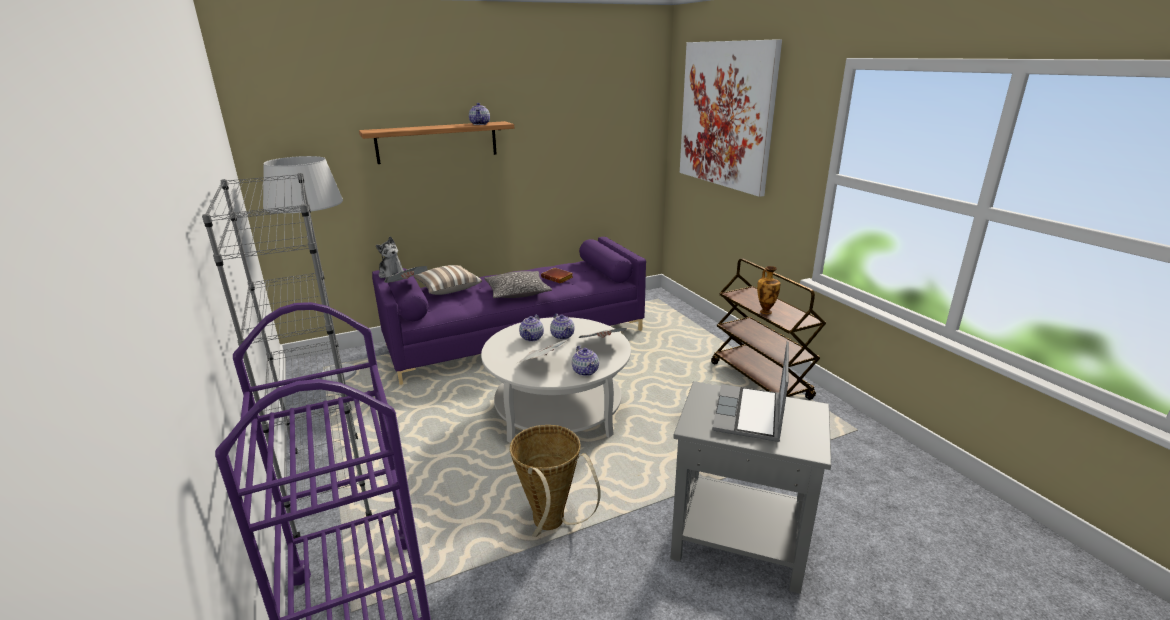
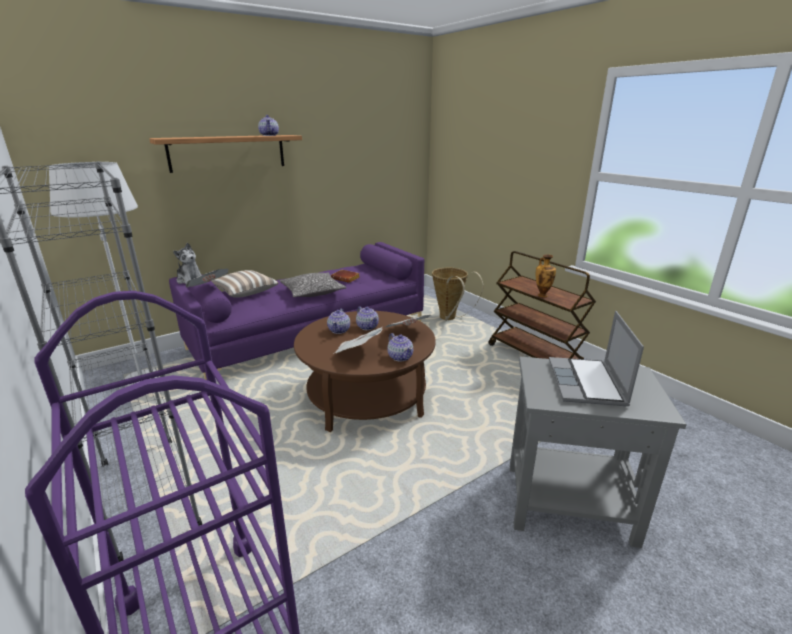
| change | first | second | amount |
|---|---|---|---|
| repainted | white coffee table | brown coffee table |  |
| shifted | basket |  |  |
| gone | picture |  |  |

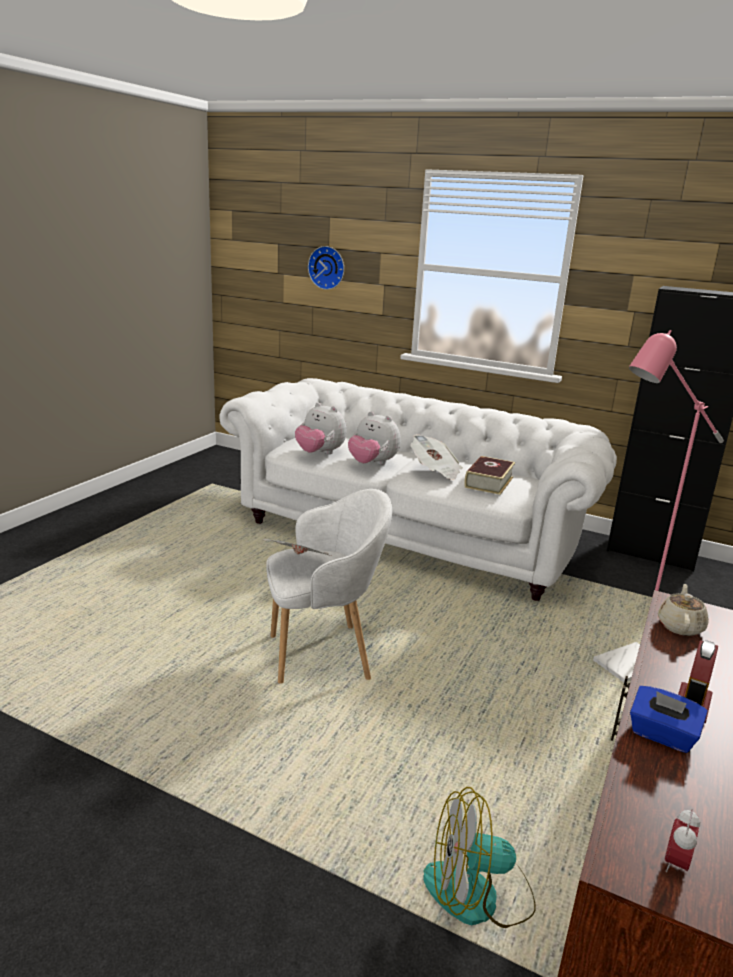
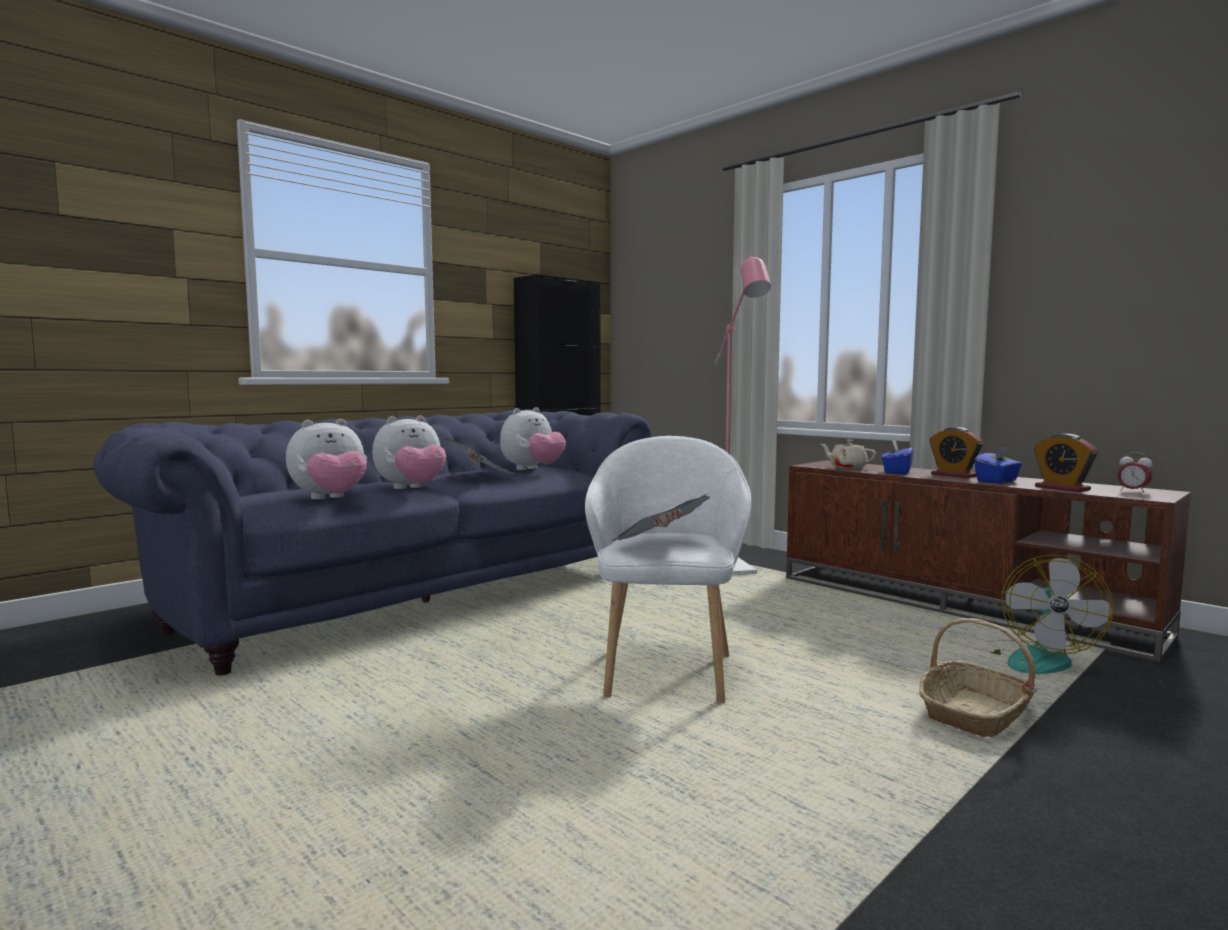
| change | first | second | amount |
|---|---|---|---|
| repainted | white sofa | blue sofa |  |
| gone | wall clock |  |  |
| swapped | book | plush toy (no. 3 from left) |  |
| new |  | blue tissue box (no. 1 from left) |  |
| new |  | basket |  |
| new |  | alarm clock (no. 2 from left) |  |

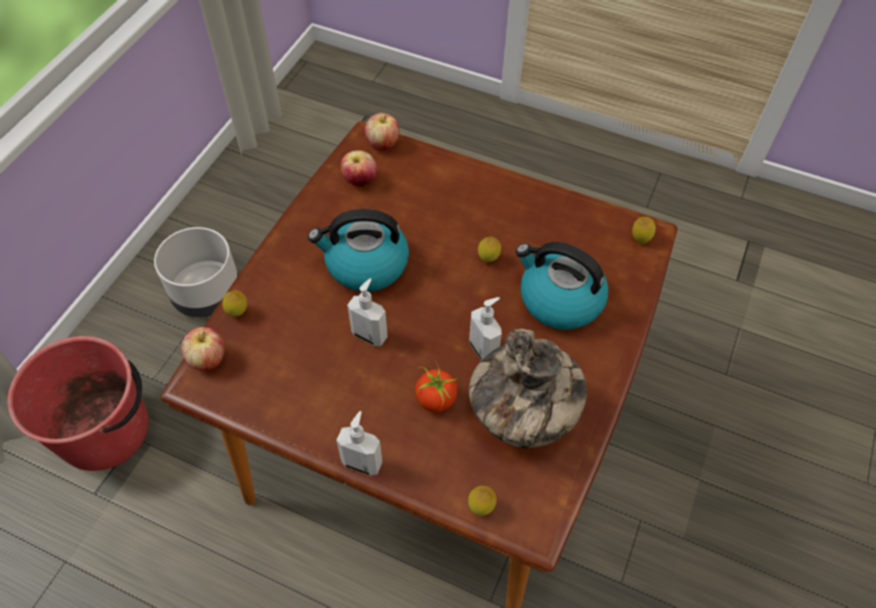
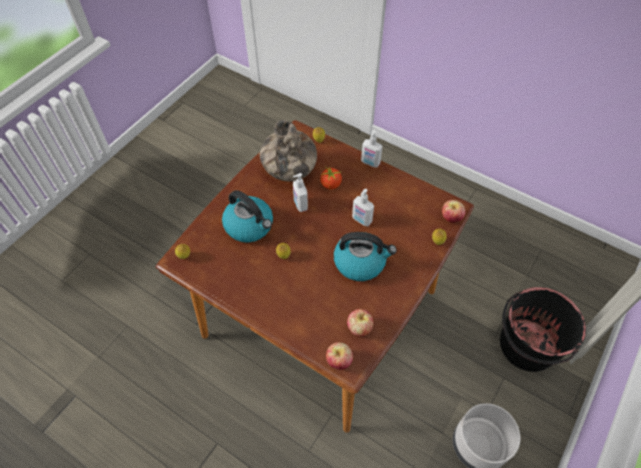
| change | first | second | amount |
|---|---|---|---|
| repainted | red bucket | black bucket |  |

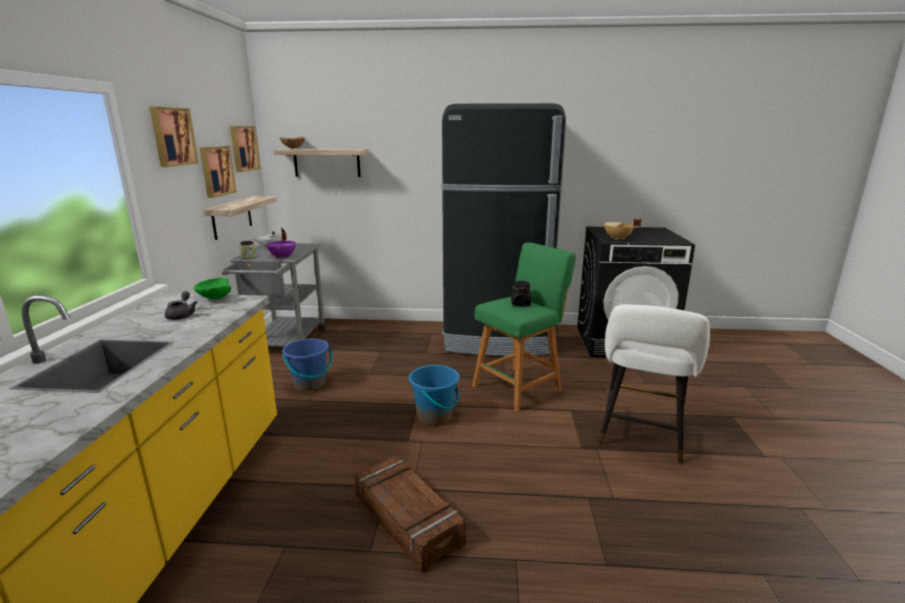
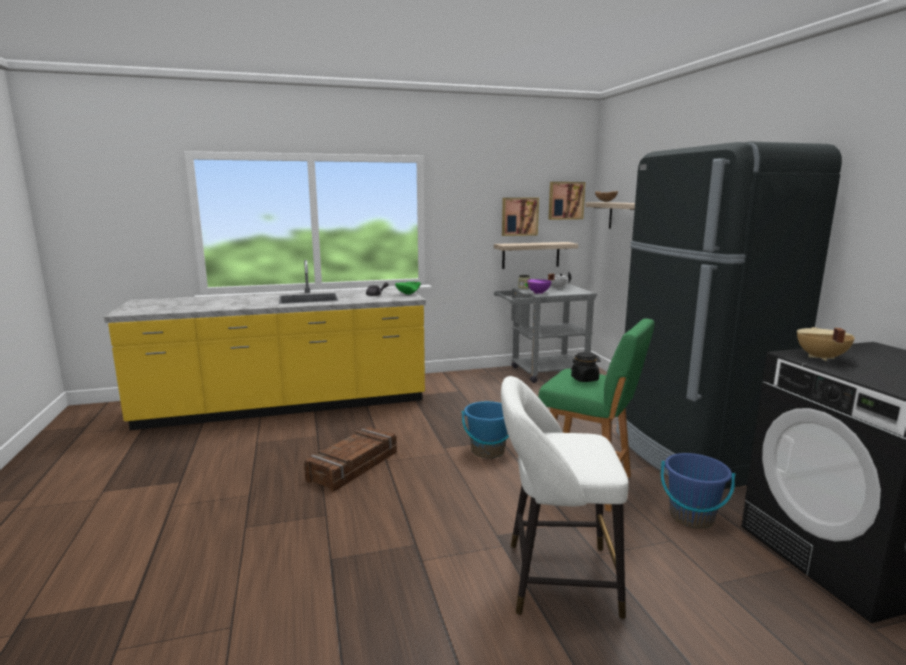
| change | first | second | amount |
|---|---|---|---|
| gone | picture (no. 1 from left) |  |  |
| shifted | blue bucket (no. 1 from left in the first image) | blue bucket (no. 2 from left) |  |

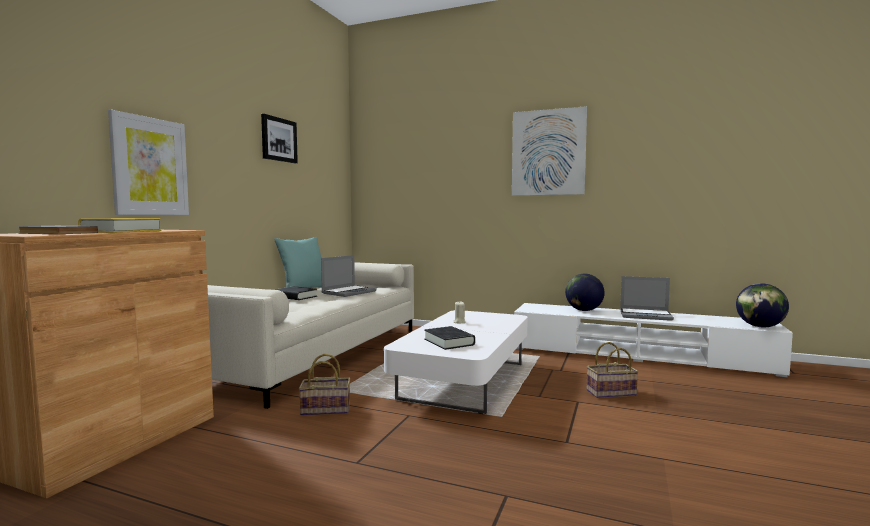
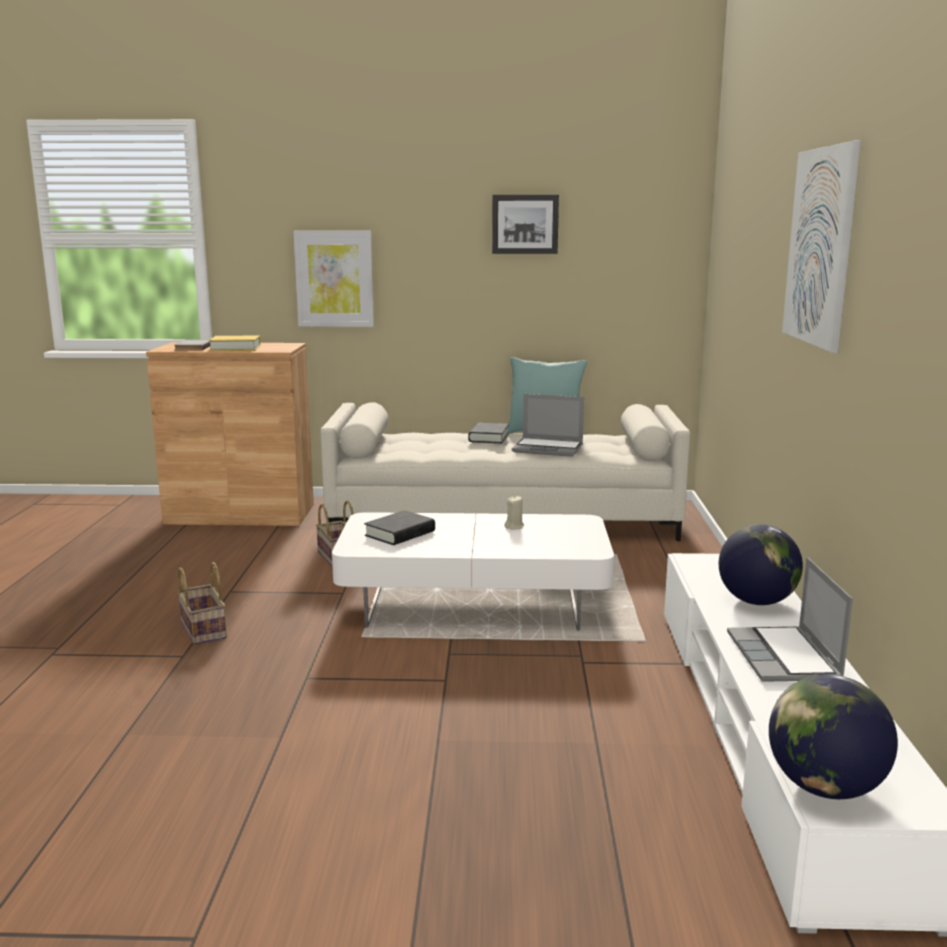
| change | first | second | amount |
|---|---|---|---|
| shifted | basket (no. 2 from left in the first image) | basket (no. 1 from left) |  |

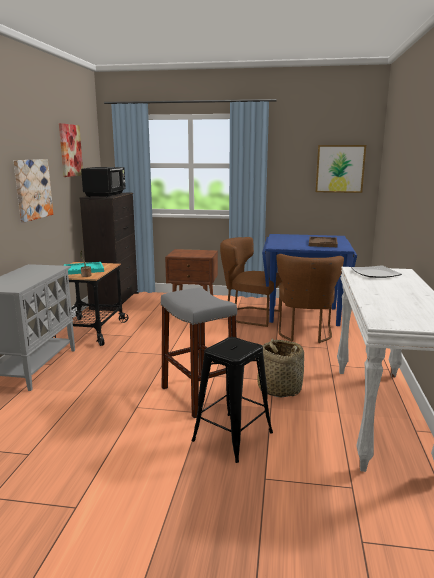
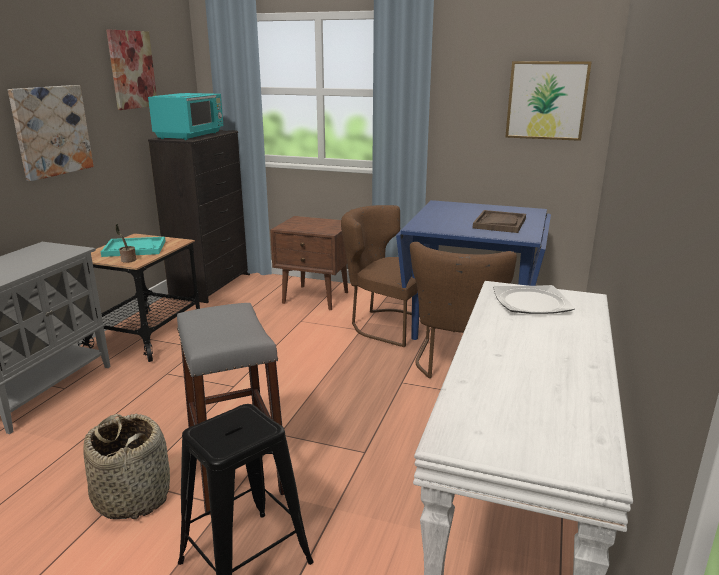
| change | first | second | amount |
|---|---|---|---|
| repainted | black microwave | turquoise microwave |  |
| shifted | basket |  |  |

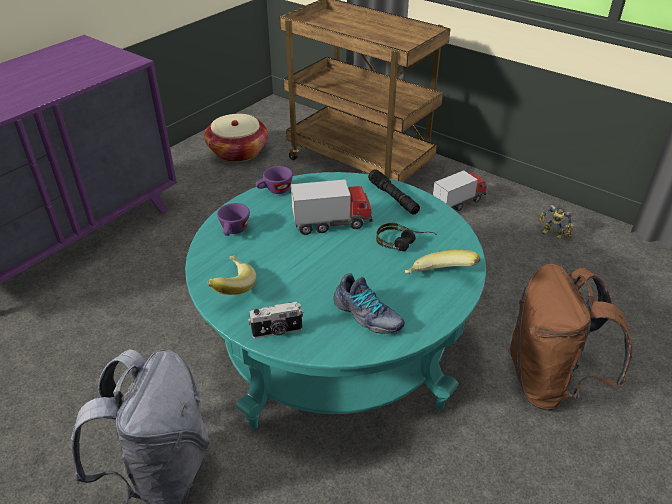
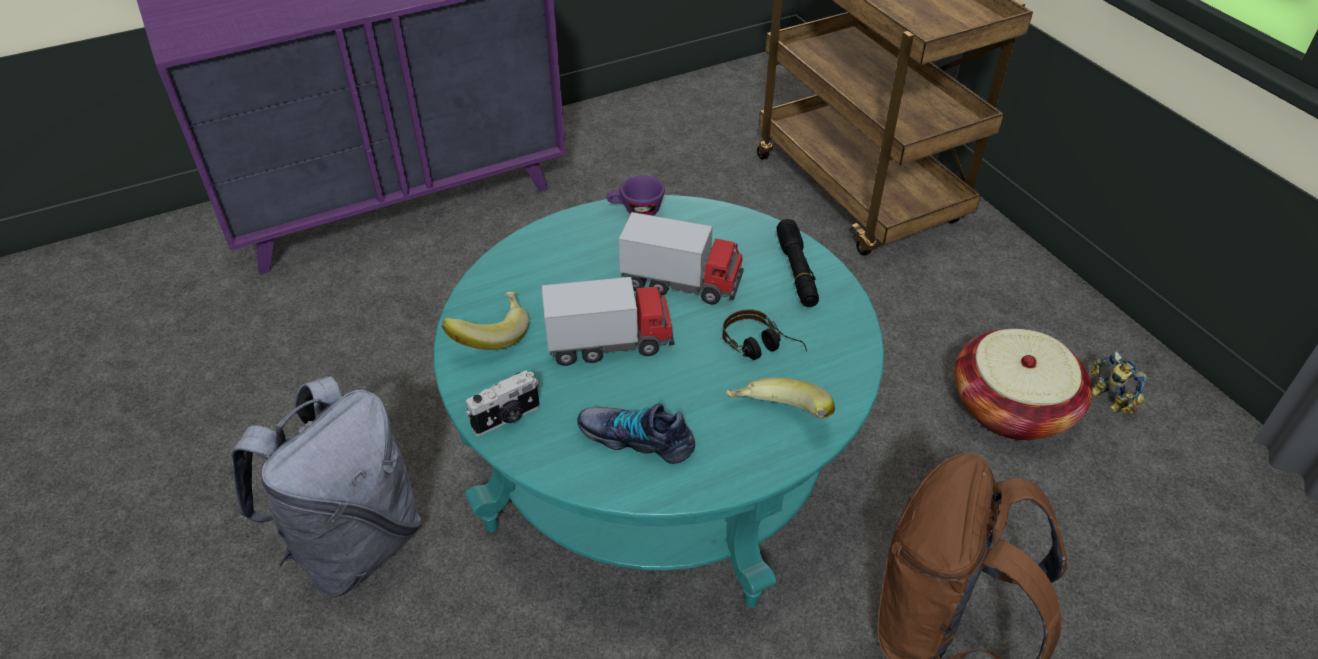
| change | first | second | amount |
|---|---|---|---|
| shifted | basket |  |  |
| gone | purple cup (no. 1 from left) |  |  |
| rotated | photo camera |  | 45 degrees counterclockwise |
| rotated | shoe |  | 135 degrees clockwise |
| shifted | toy truck (no. 2 from left in the first image) | toy truck (no. 1 from left) |  |

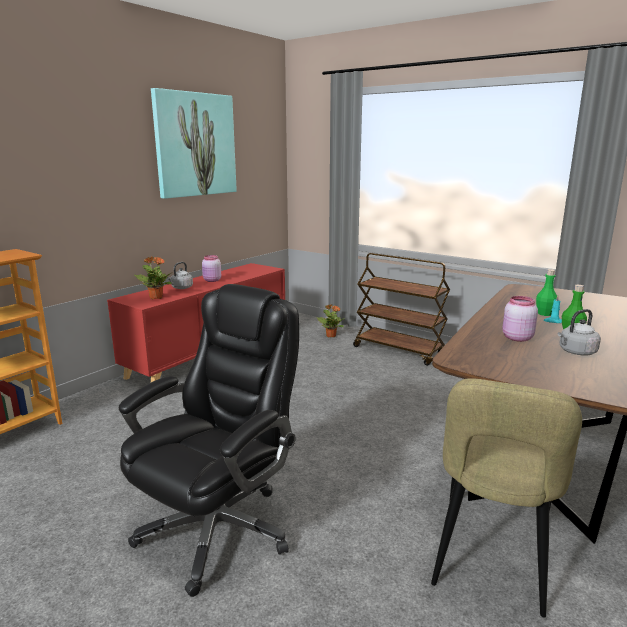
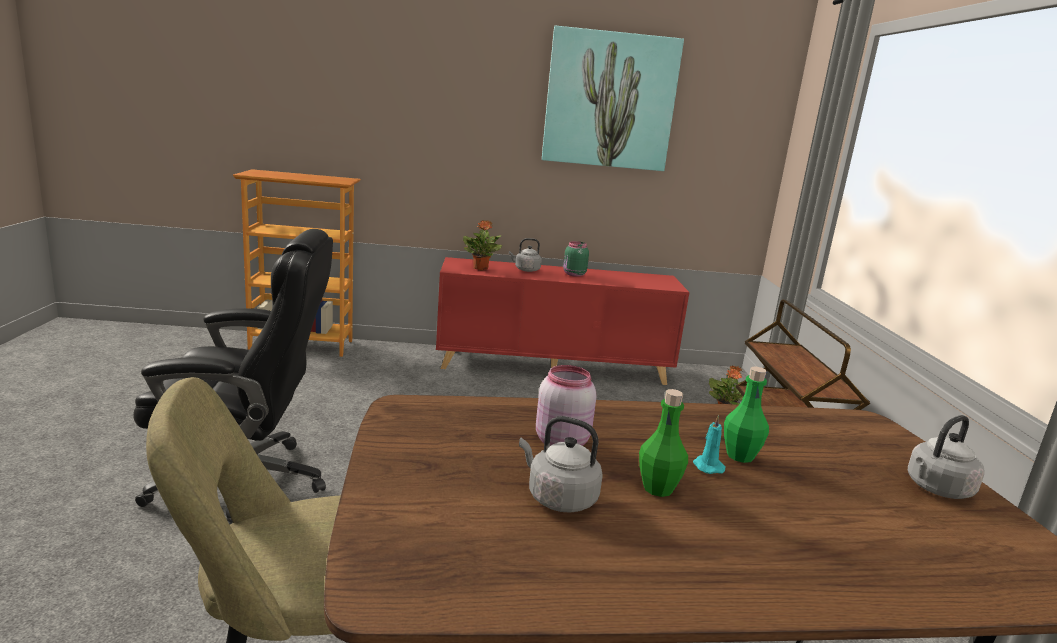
| change | first | second | amount |
|---|---|---|---|
| repainted | pink jar (no. 1 from left) | green jar |  |
| new |  | grey kettle (no. 3 from left) |  |

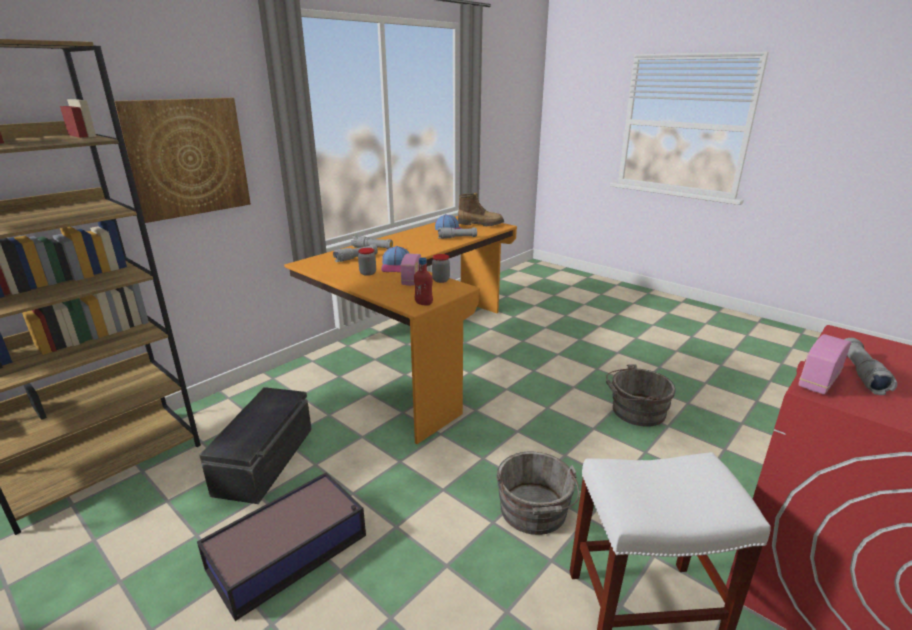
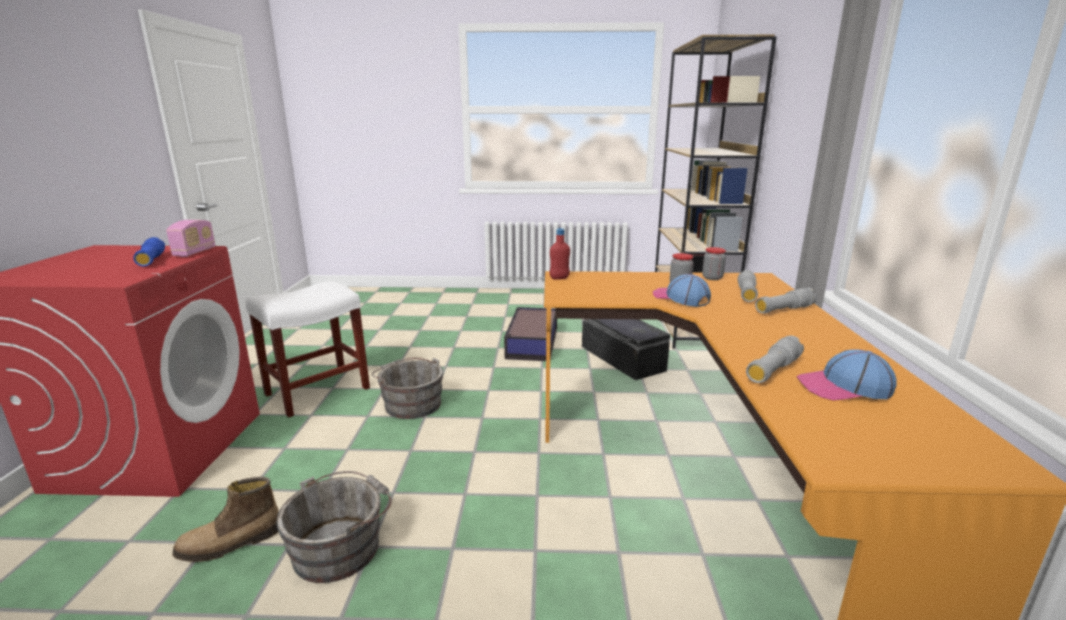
| change | first | second | amount |
|---|---|---|---|
| gone | picture |  |  |
| gone | radio (no. 1 from left) |  |  |
| shifted | jar (no. 2 from left) |  |  |
| shifted | boot |  |  |
| repainted | grey flashlight (no. 4 from left) | blue flashlight |  |

